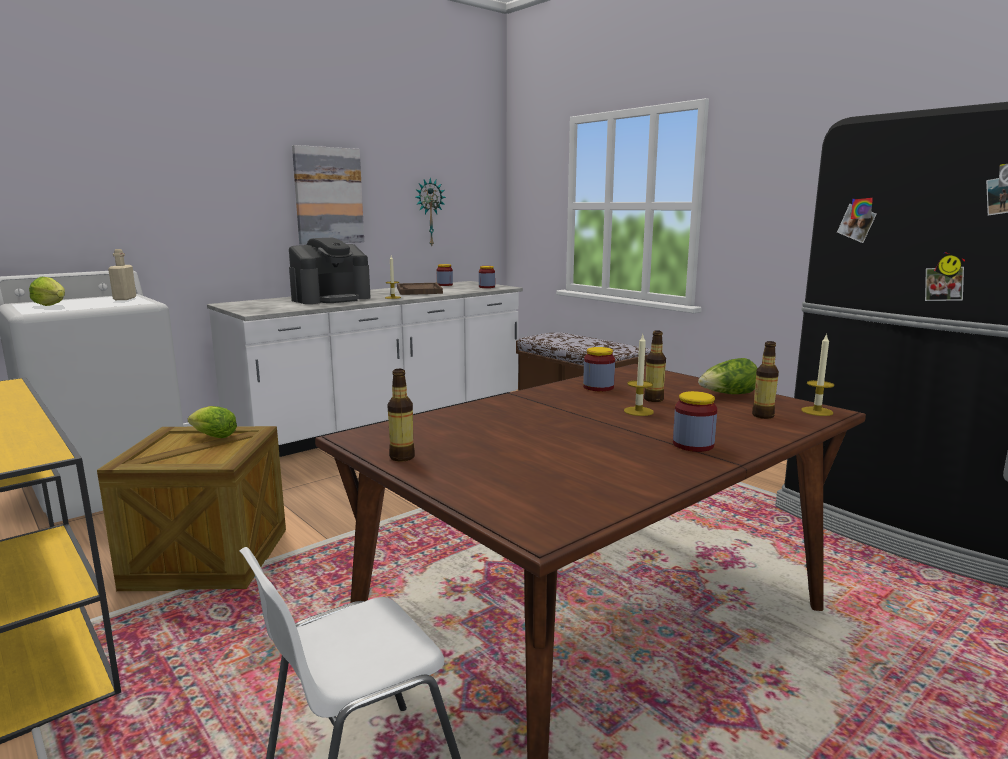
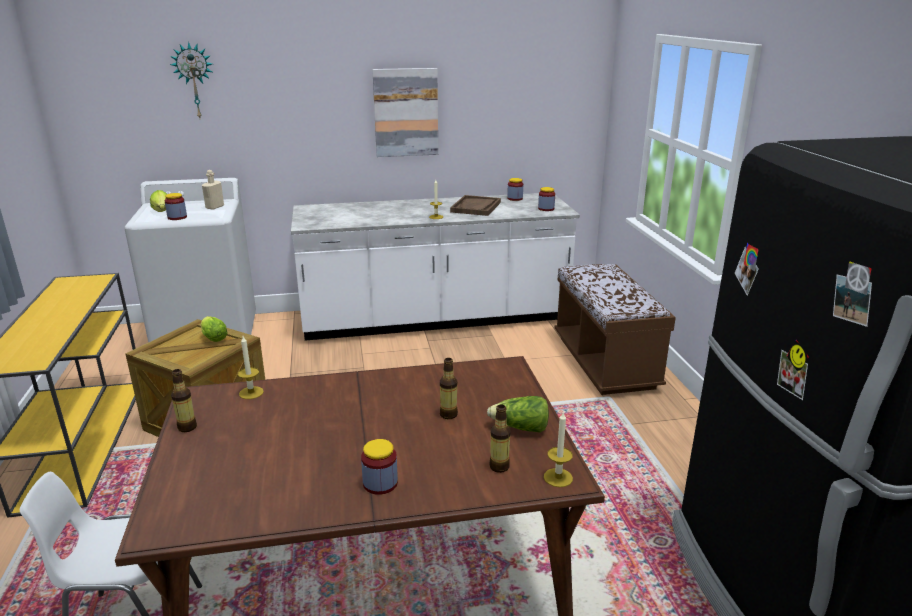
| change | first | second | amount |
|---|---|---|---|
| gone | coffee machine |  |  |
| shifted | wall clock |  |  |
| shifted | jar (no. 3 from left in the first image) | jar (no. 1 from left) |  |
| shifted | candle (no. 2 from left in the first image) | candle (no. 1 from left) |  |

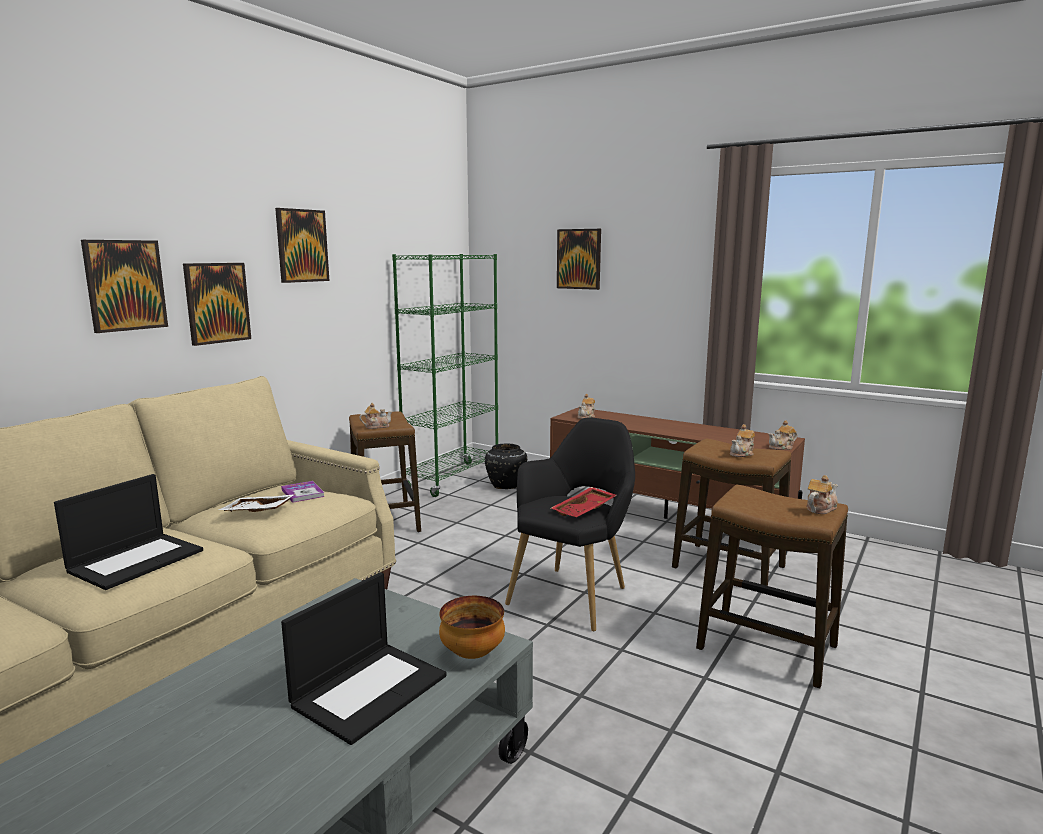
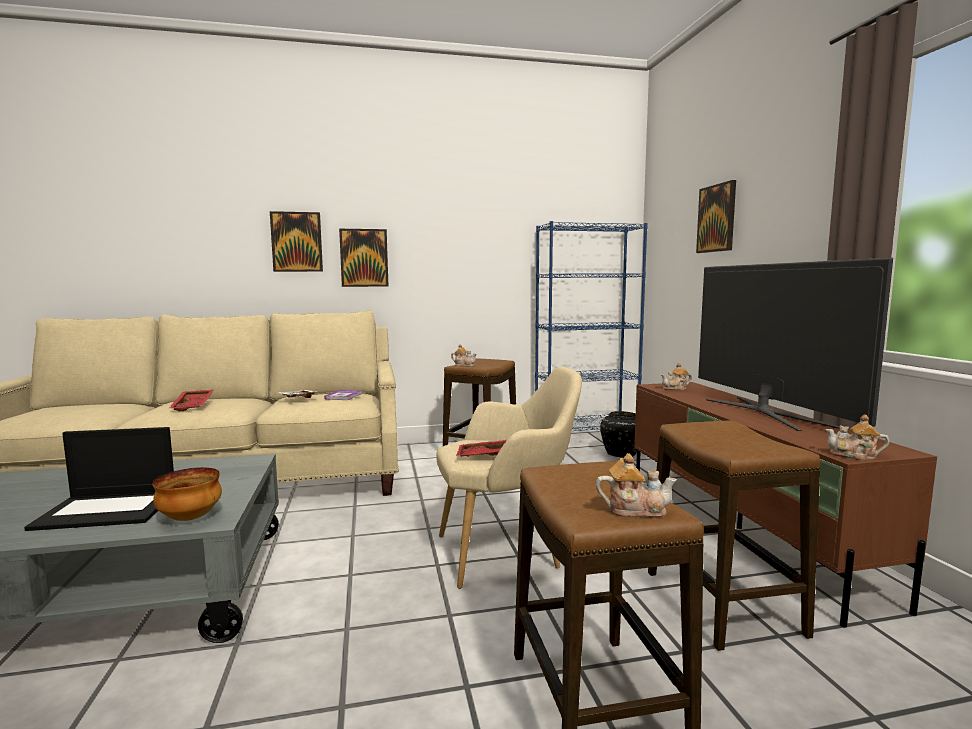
| change | first | second | amount |
|---|---|---|---|
| swapped | laptop (no. 1 from left) | red tray (no. 1 from left) |  |
| gone | picture (no. 3 from left) |  |  |
| repainted | green bookcase | blue bookcase |  |
| repainted | black armchair | beige armchair |  |
| gone | teapot (no. 3 from left) |  |  |
| new |  | television |  |

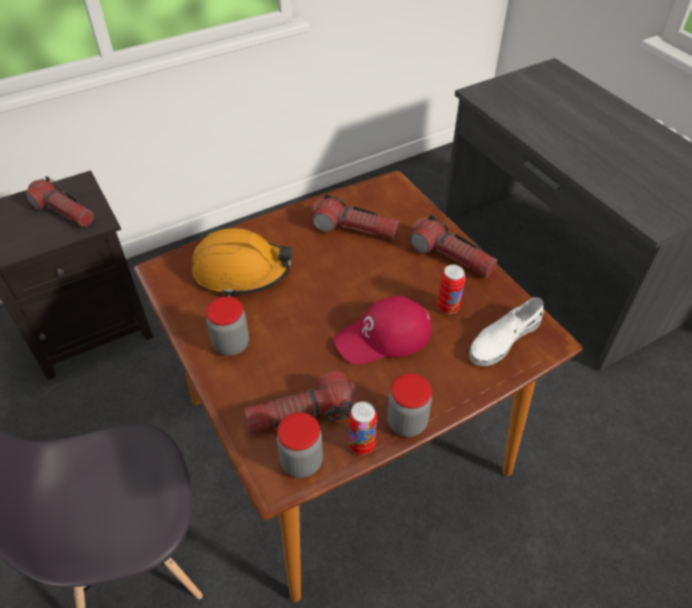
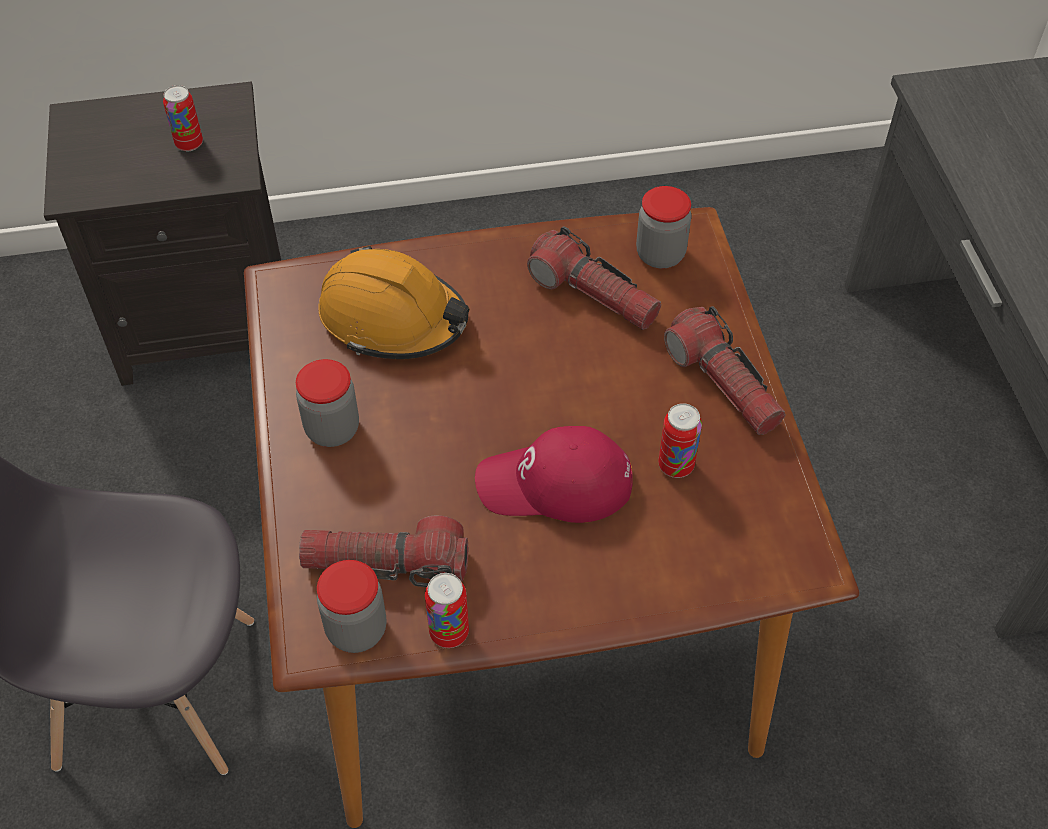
| change | first | second | amount |
|---|---|---|---|
| swapped | flashlight (no. 1 from left) | can (no. 1 from left) |  |
| shifted | jar (no. 3 from left) |  |  |
| gone | white shoe |  |  |

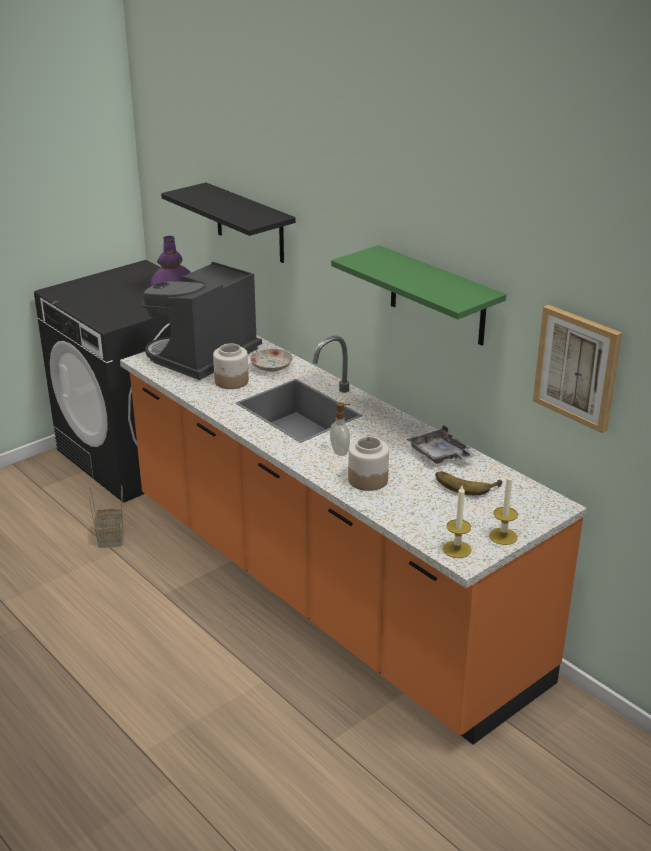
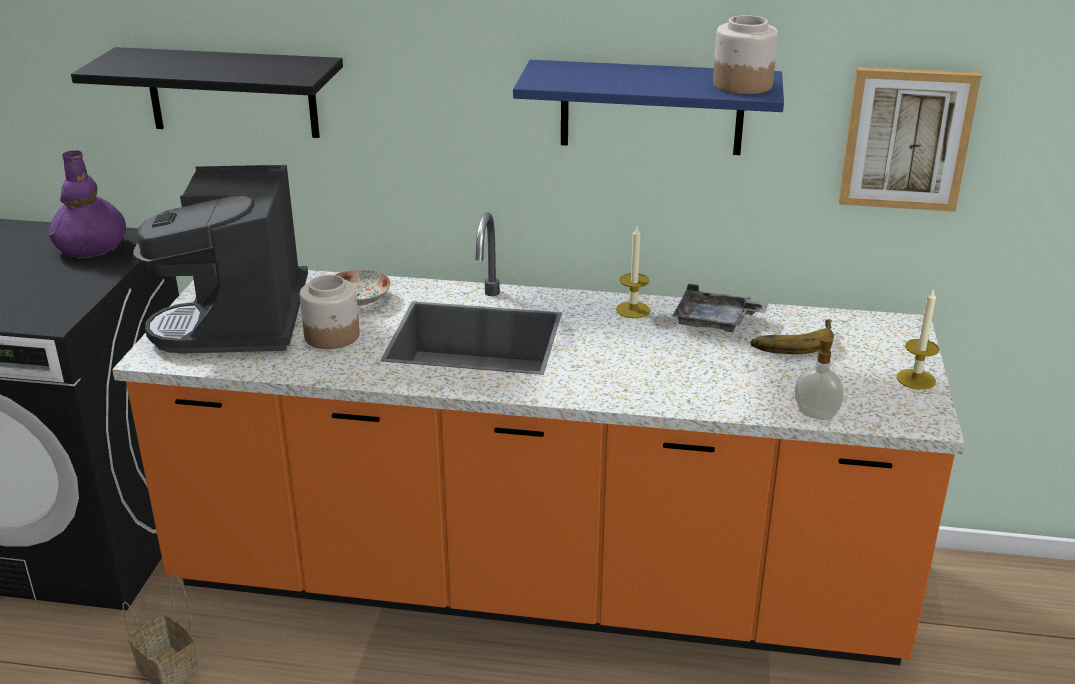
| change | first | second | amount |
|---|---|---|---|
| shifted | soap dispenser |  |  |
| repainted | green shelf | blue shelf |  |
| shifted | jar (no. 2 from left) |  |  |
| shifted | candle (no. 1 from left) |  |  |

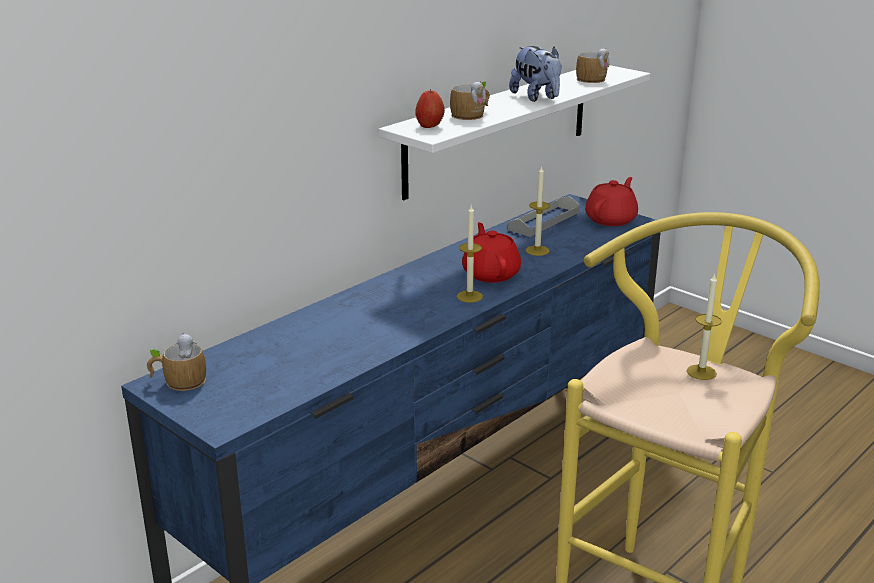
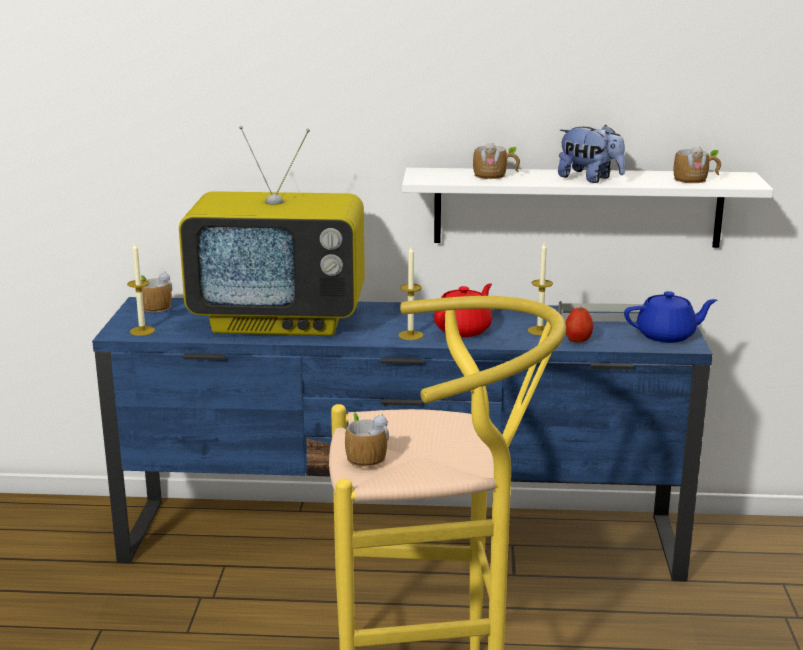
| change | first | second | amount |
|---|---|---|---|
| shifted | apple |  |  |
| rotated | plush toy |  | 75 degrees counterclockwise |
| repainted | red teapot (no. 2 from left) | blue teapot |  |
| shifted | candle (no. 3 from left in the first image) | candle (no. 1 from left) |  |
| new |  | television |  |
| new |  | mug (no. 2 from left) |  |

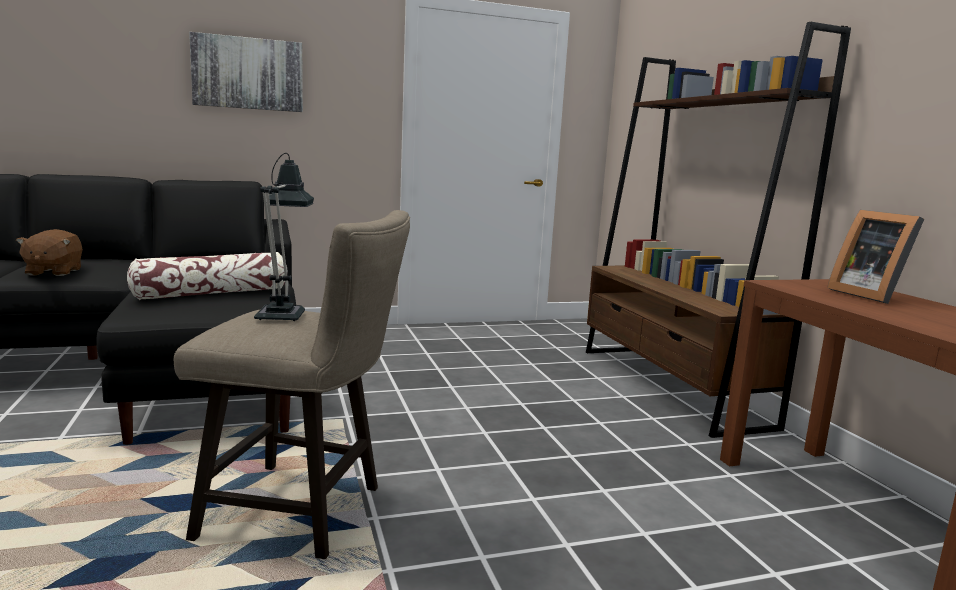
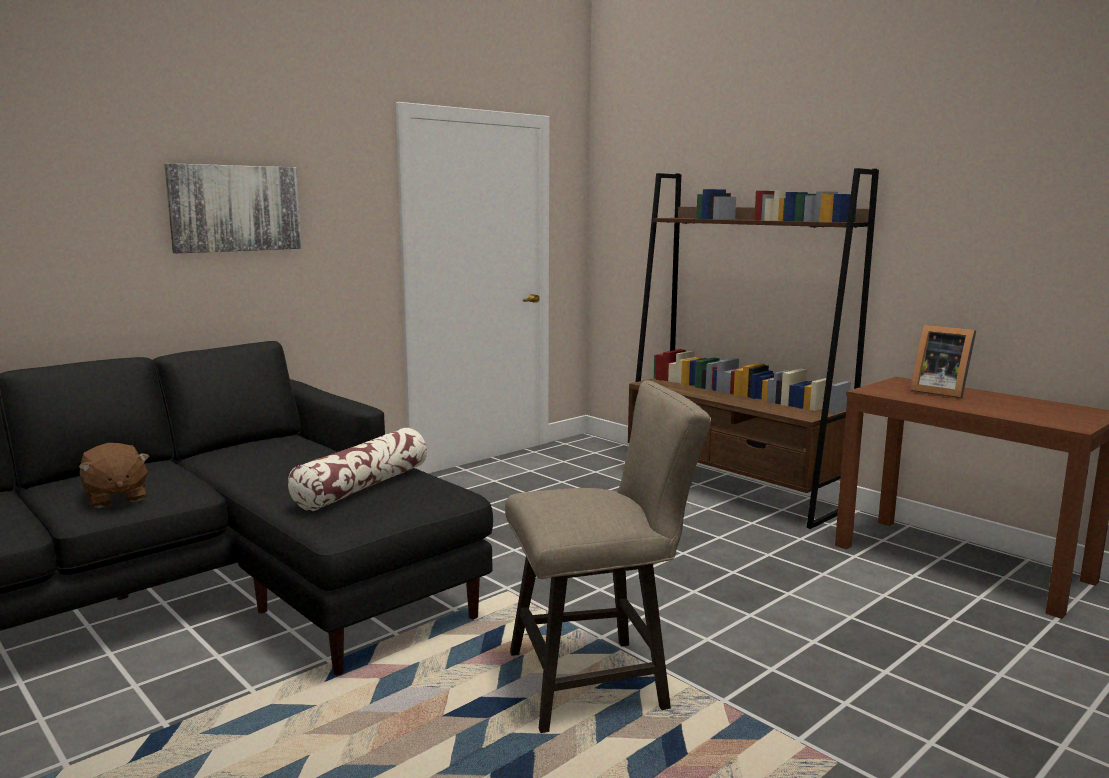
| change | first | second | amount |
|---|---|---|---|
| gone | table lamp |  |  |

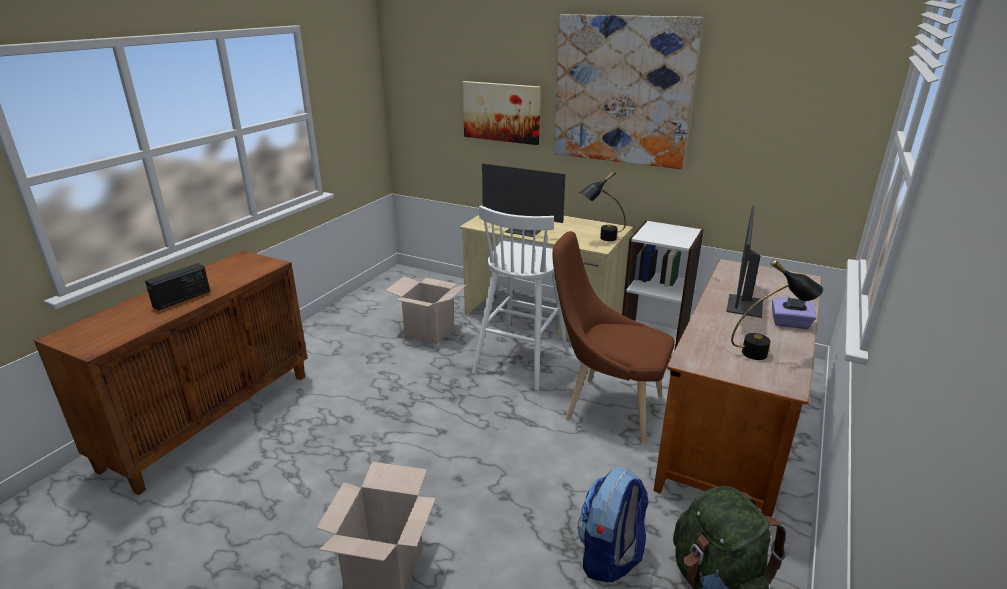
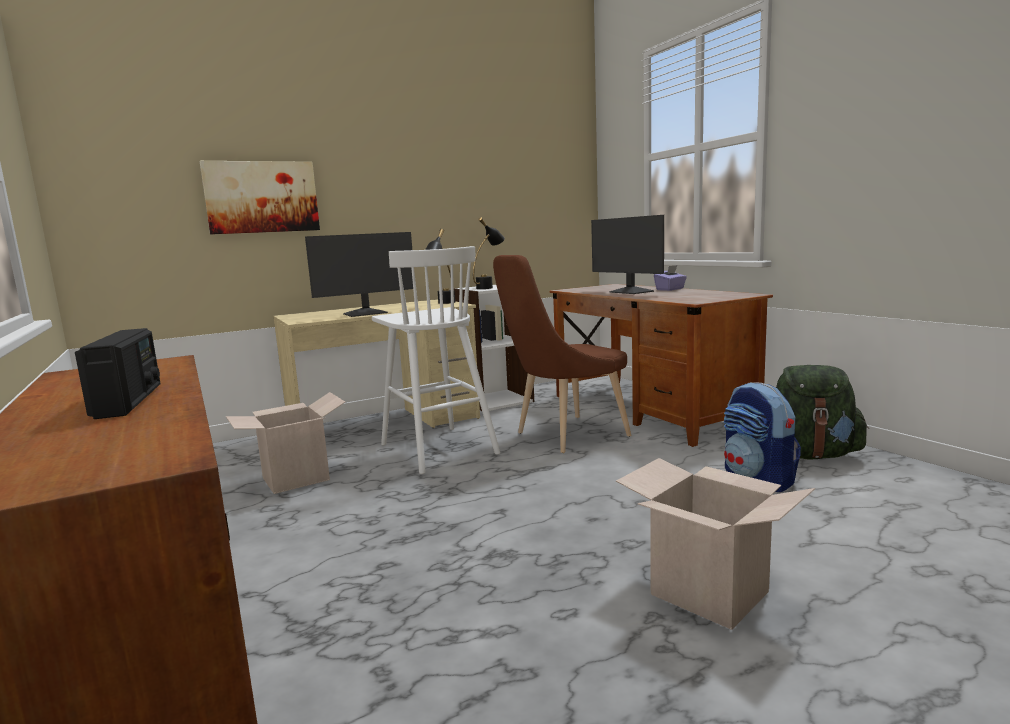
| change | first | second | amount |
|---|---|---|---|
| gone | picture (no. 2 from left) |  |  |
| shifted | black table lamp (no. 2 from left) |  |  |

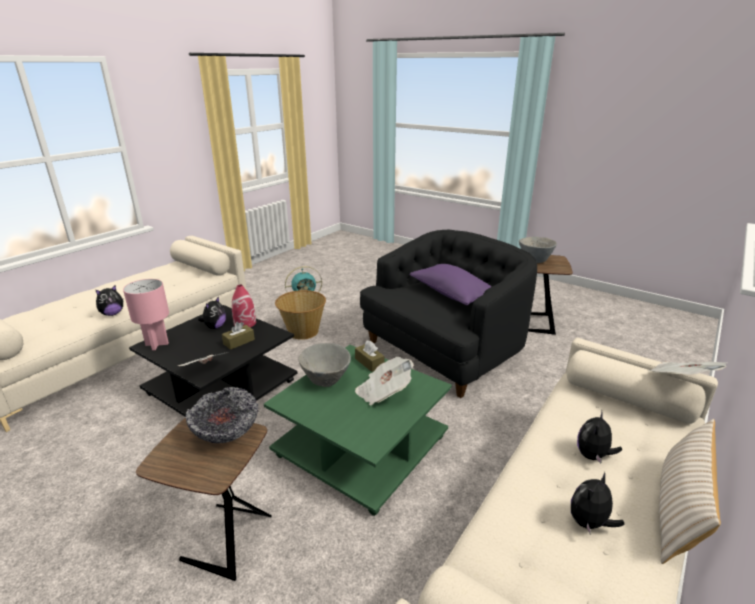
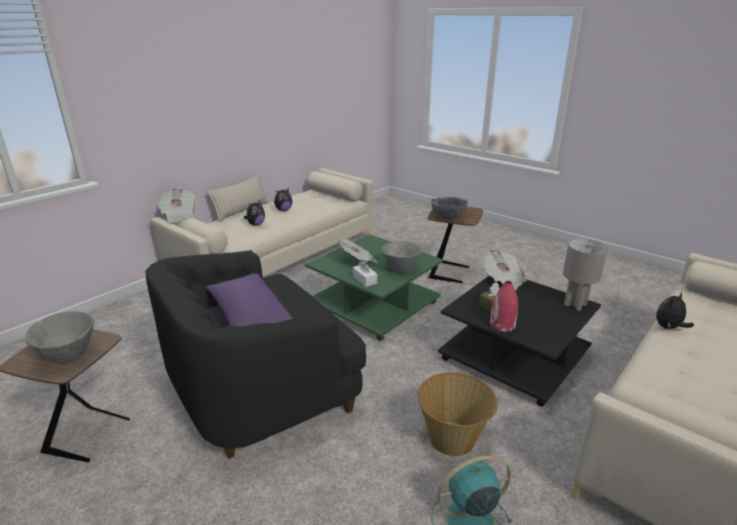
| change | first | second | amount |
|---|---|---|---|
| repainted | pink table lamp | grey table lamp |  |
| gone | plush toy (no. 2 from left) |  |  |
| repainted | brown tissue box (no. 2 from left) | white tissue box |  |

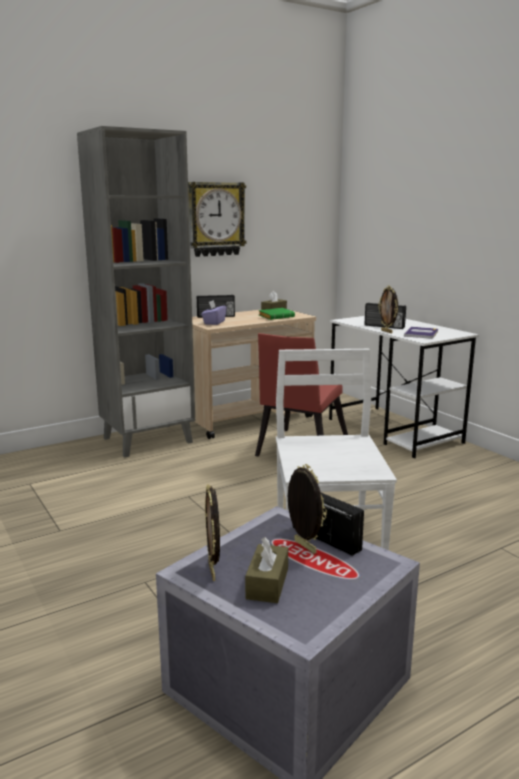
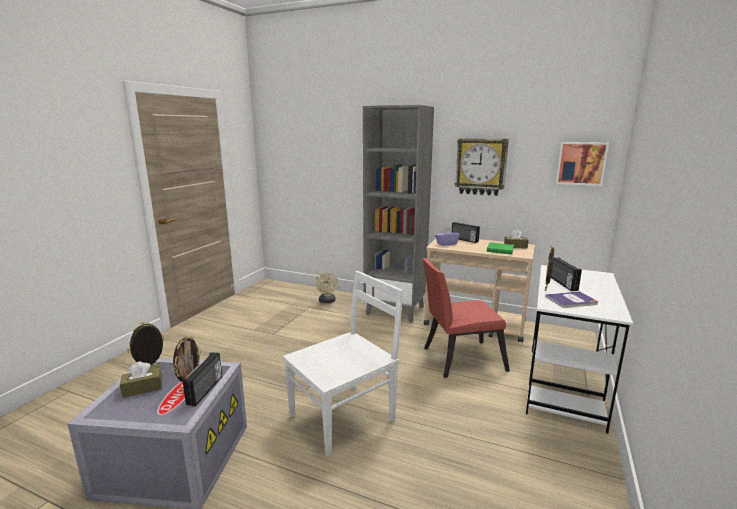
| change | first | second | amount |
|---|---|---|---|
| new |  | beige fan |  |
| new |  | picture |  |

